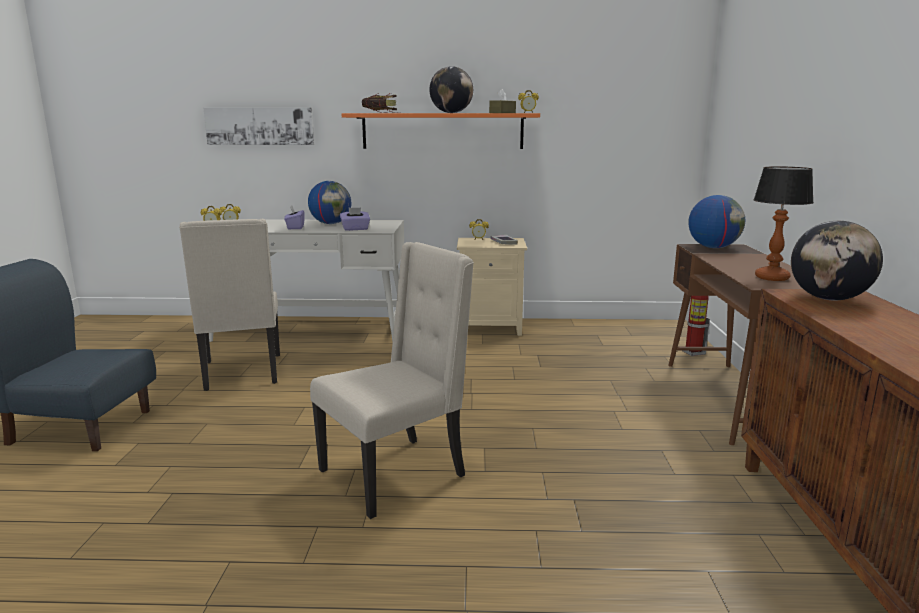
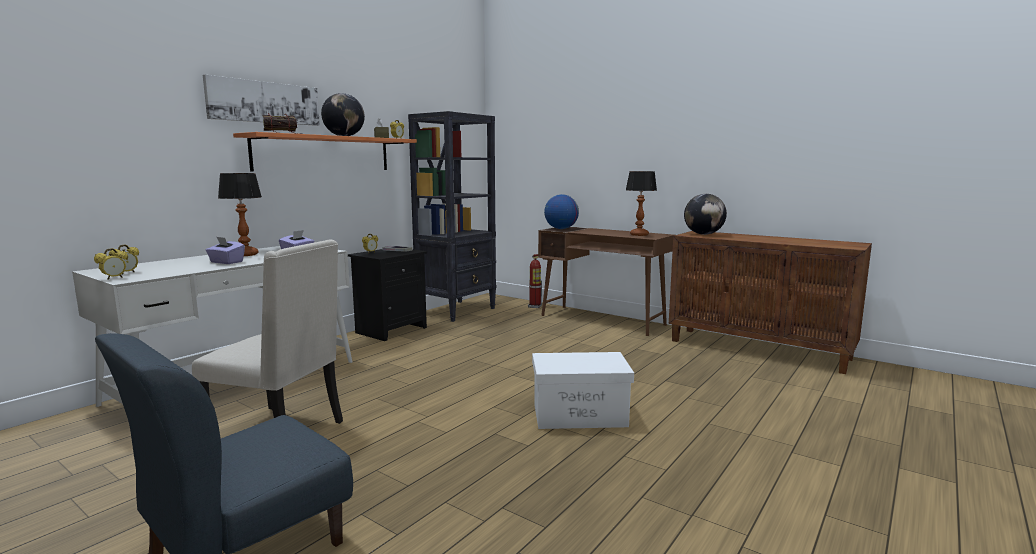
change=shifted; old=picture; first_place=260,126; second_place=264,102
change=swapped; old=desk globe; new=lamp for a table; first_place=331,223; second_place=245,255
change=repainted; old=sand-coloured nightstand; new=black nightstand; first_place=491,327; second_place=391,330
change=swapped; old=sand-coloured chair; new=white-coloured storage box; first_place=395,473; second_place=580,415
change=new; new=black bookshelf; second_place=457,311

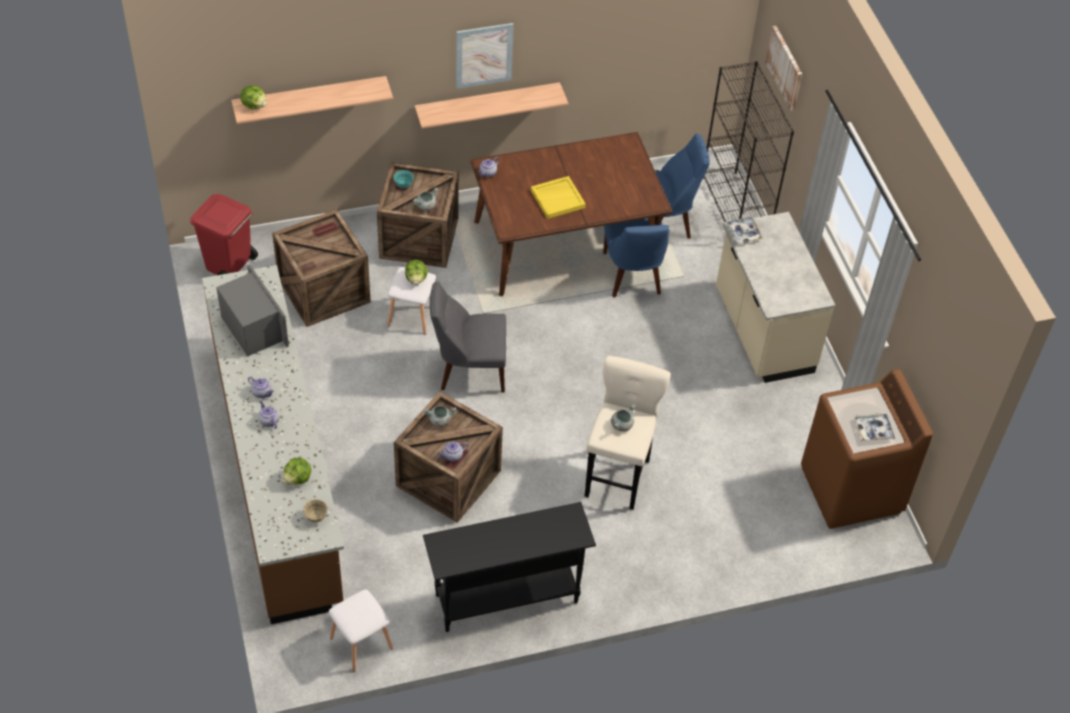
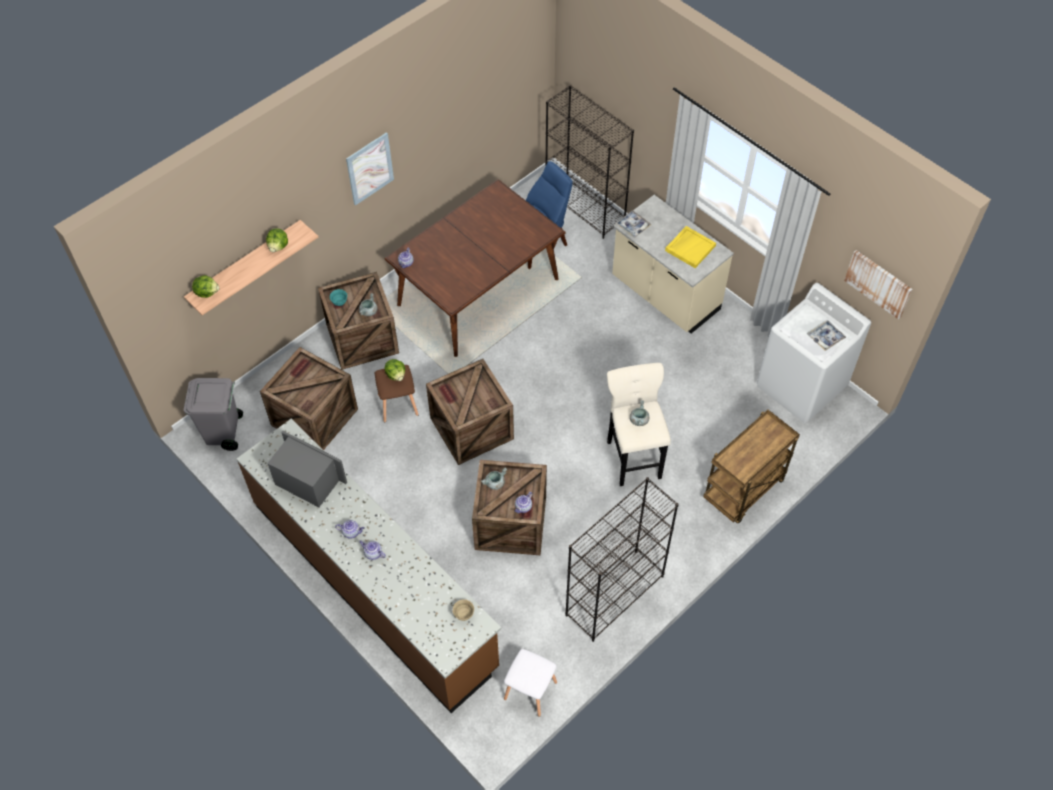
change=shifted; old=picture; first_place=785,67; second_place=878,283
change=gone; old=shelf; first_place=487,103
change=shifted; old=yellow serving tray; first_place=558,198; second_place=690,248
change=repainted; old=reddish rubbish bin; new=greyish rubbish bin; first_place=229,267; second_place=224,433
change=gone; old=bluish chair; first_place=632,276
change=repainted; old=white-coloured stool; new=brown stool; first_place=412,315; second_place=397,404
change=swapped; old=greyish chair; new=packing crate; first_place=469,370; second_place=470,428
change=repainted; old=brown laundry machine; new=white-coloured laundry machine; first_place=851,490; second_place=801,387
change=shifted; old=lettuce; first_place=298,479; second_place=278,246
change=swapped; old=black narrow table; new=black bookshelf; first_place=506,598; second_place=614,596
change=new; new=brown wheeled cart; second_place=743,491

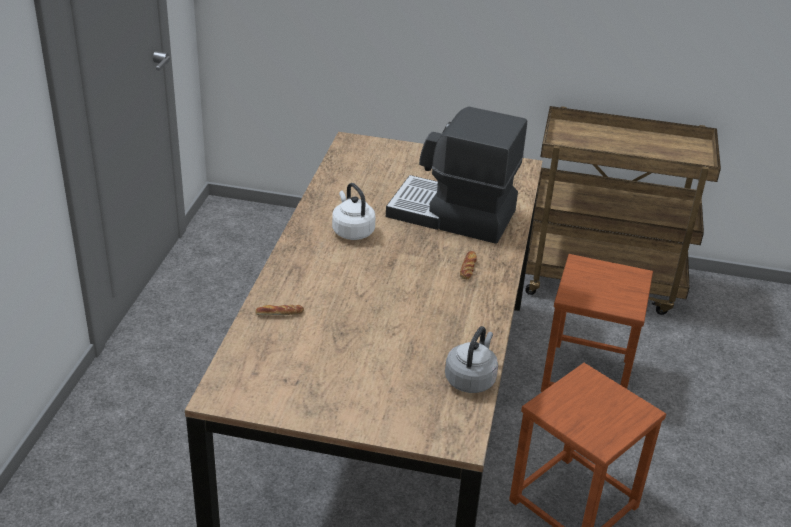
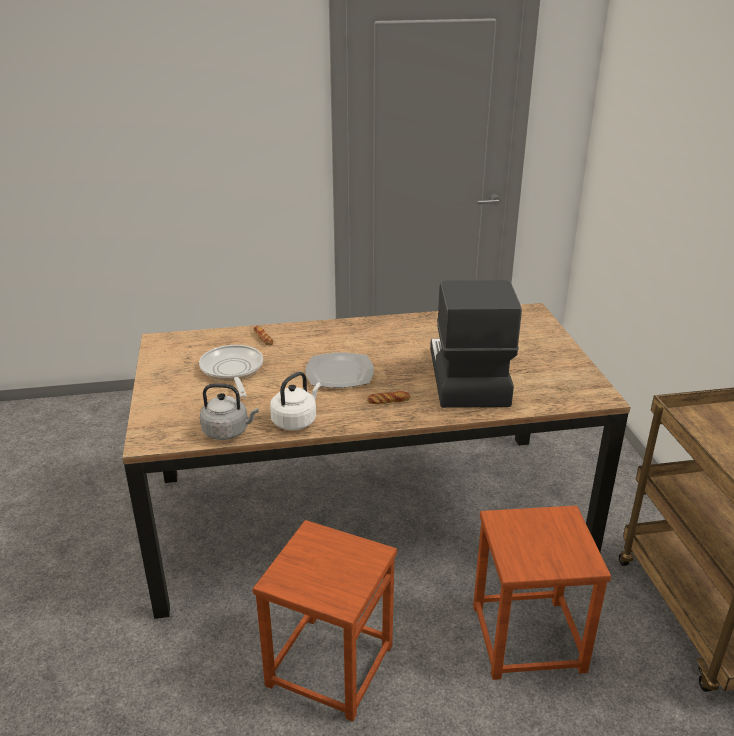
change=shifted; old=white-coloured tea kettle; first_place=352,231; second_place=296,421
change=new; new=frying pan; second_place=232,371
change=new; new=dinner plate; second_place=339,373

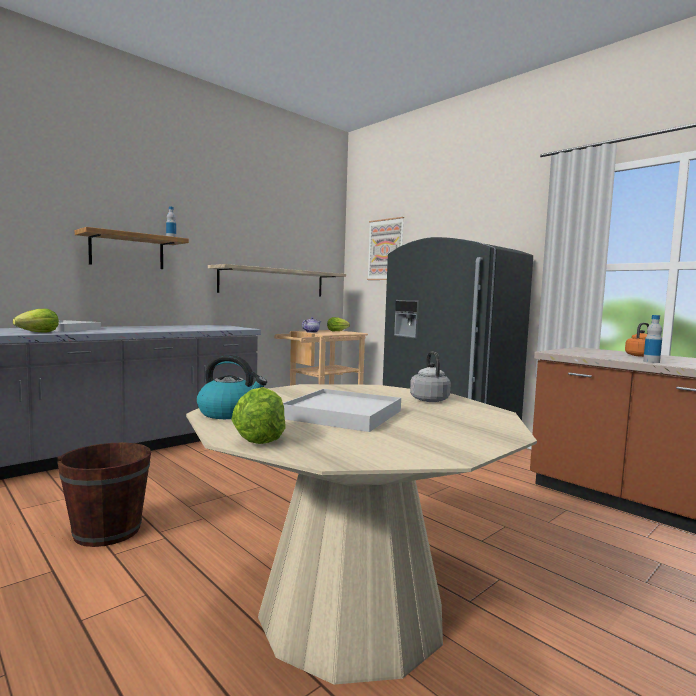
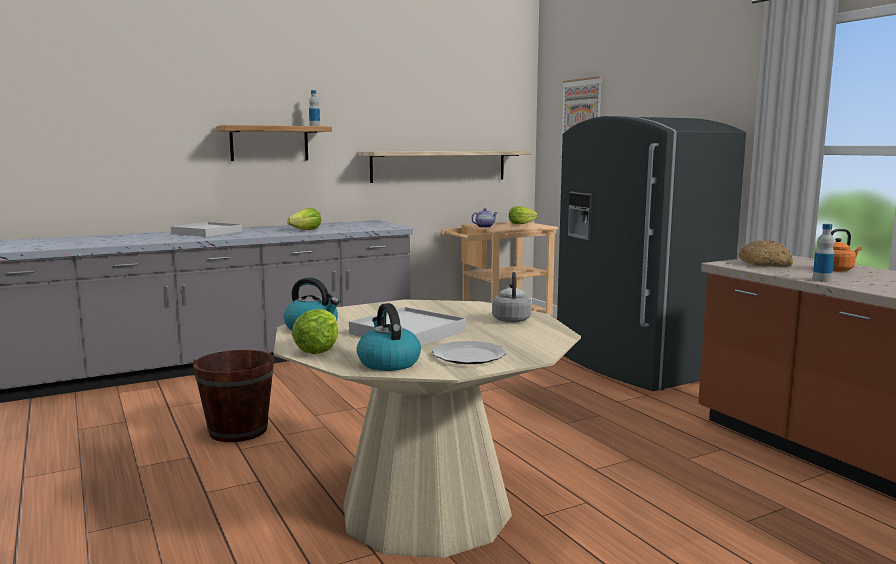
change=shifted; old=lettuce; first_place=39,332; second_place=306,230
change=new; new=baked bread; second_place=765,264
change=new; new=tea kettle; second_place=388,363
change=new; new=dinner plate; second_place=469,355

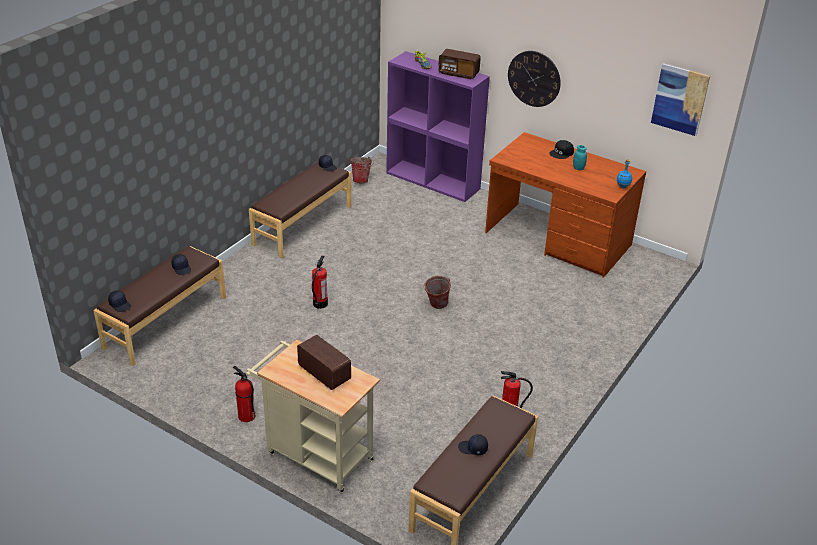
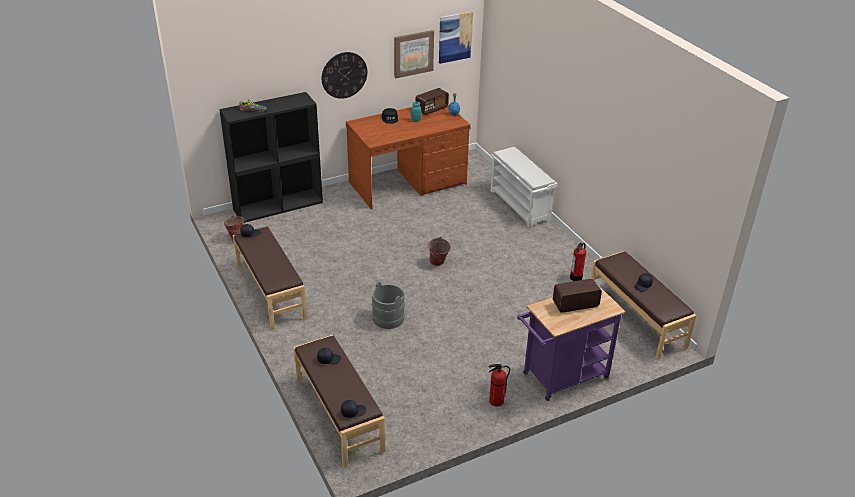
change=shifted; old=radio set; first_place=458,73; second_place=431,109
change=repainted; old=purple bookshelf; new=black bookshelf; first_place=433,181; second_place=278,205
change=swapped; old=extinguisher; new=greyish water bucket; first_place=320,304; second_place=388,318
change=repainted; old=sand-coloured wheeled cart; new=purple wheeled cart; first_place=315,455; second_place=561,378
change=new; new=picture; second_place=413,53
change=new; new=white-coloured shoe shelf; second_place=520,206

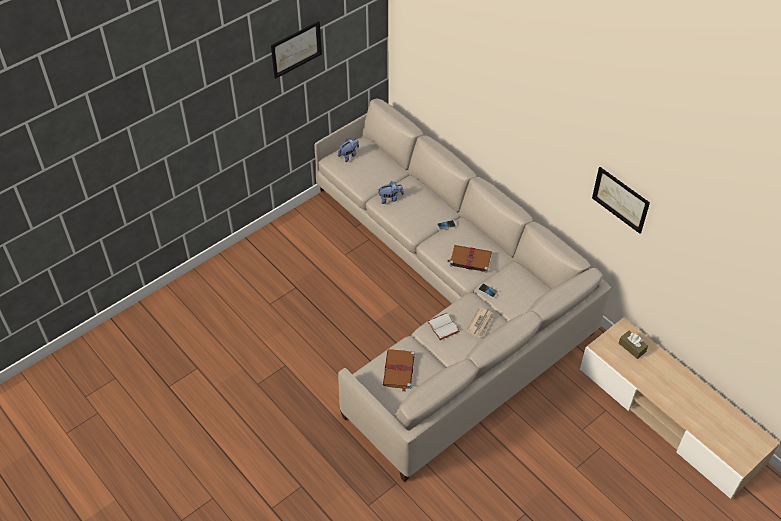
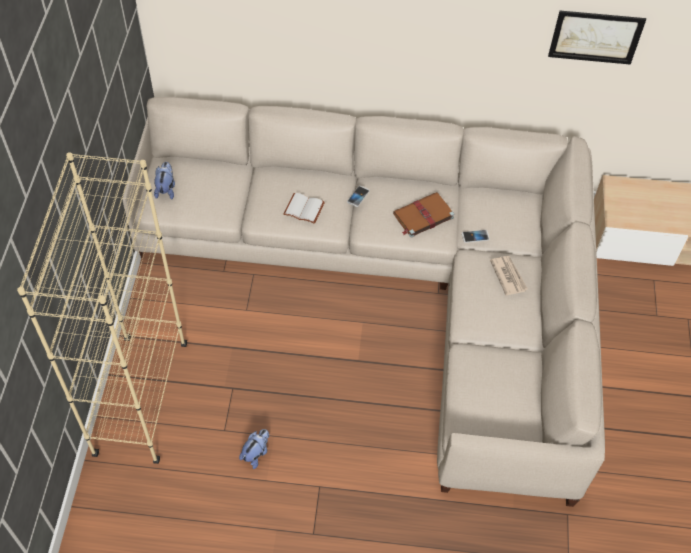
change=gone; old=picture; first_place=296,49
change=shifted; old=soft toy; first_place=390,198; second_place=256,453
change=shifted; old=white-coloured volume; first_place=444,327; second_place=305,208
change=gone; old=brown tissue holder; first_place=632,347
change=gone; old=brown volume; first_place=399,371
change=new; new=sand-coloured bookshelf; second_place=141,398

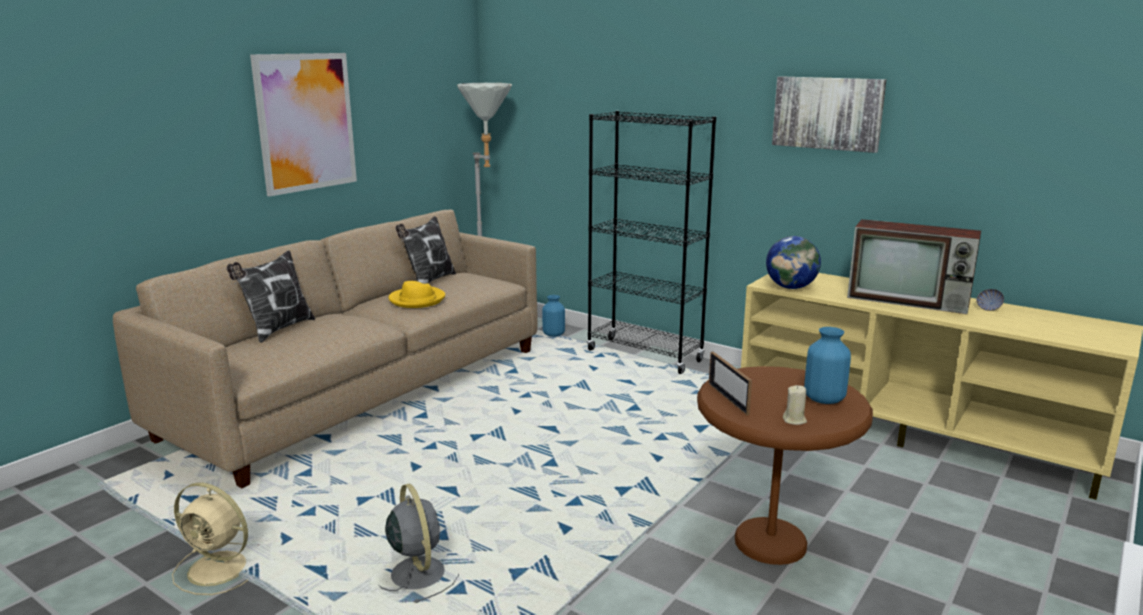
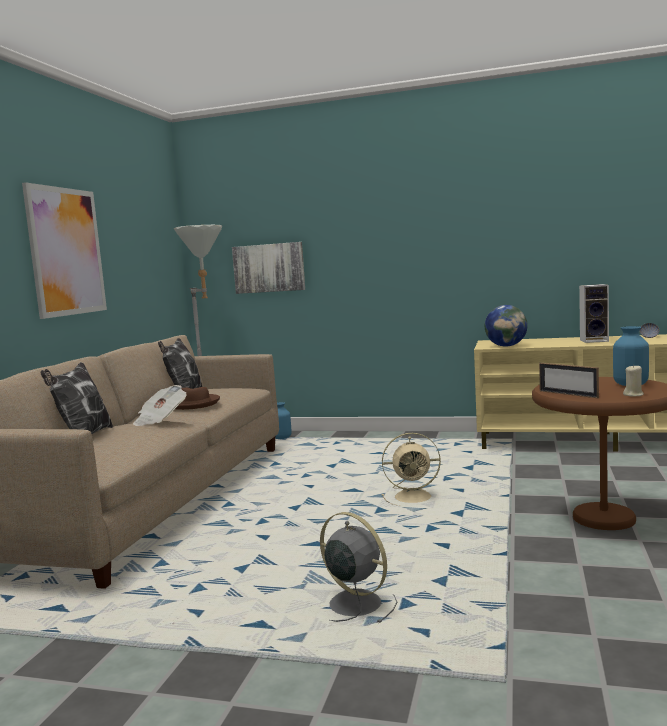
change=shifted; old=picture; first_place=827,113; second_place=269,268
change=gone; old=black bookshelf; first_place=644,356
change=swapped; old=TV set; new=speaker; first_place=910,300; second_place=595,340
change=repainted; old=yellow wearable hat; new=brown wearable hat; first_place=417,300; second_place=193,404
change=shifted; old=sand-coloured fan; first_place=220,569; second_place=414,497
change=new; new=newspaper; second_place=160,420

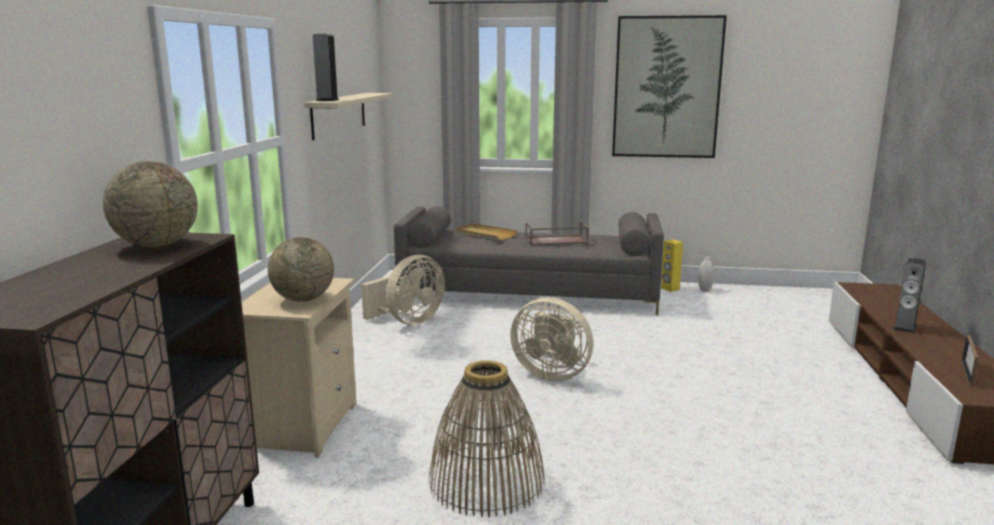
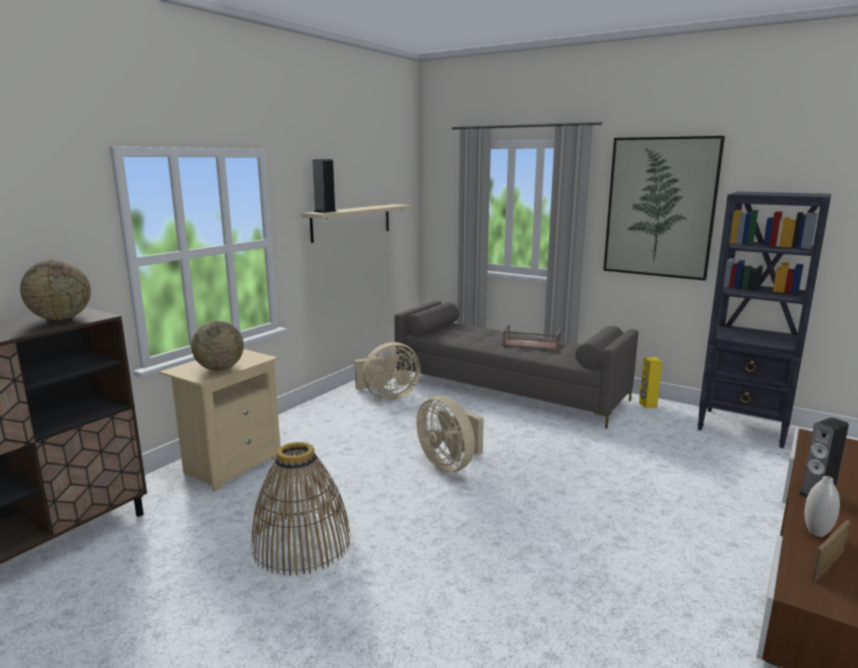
change=gone; old=sand-coloured serving tray; first_place=485,234
change=shifted; old=white-coloured vase; first_place=704,290; second_place=816,533
change=new; new=black bookshelf; second_place=744,428

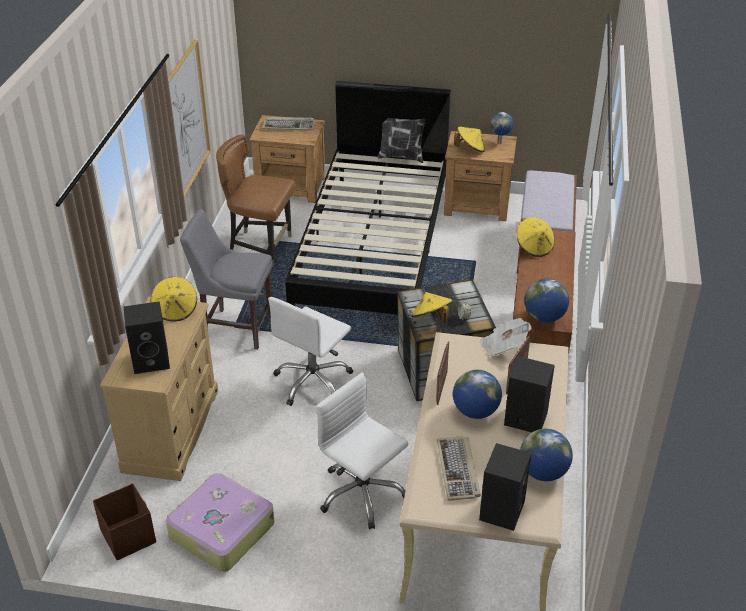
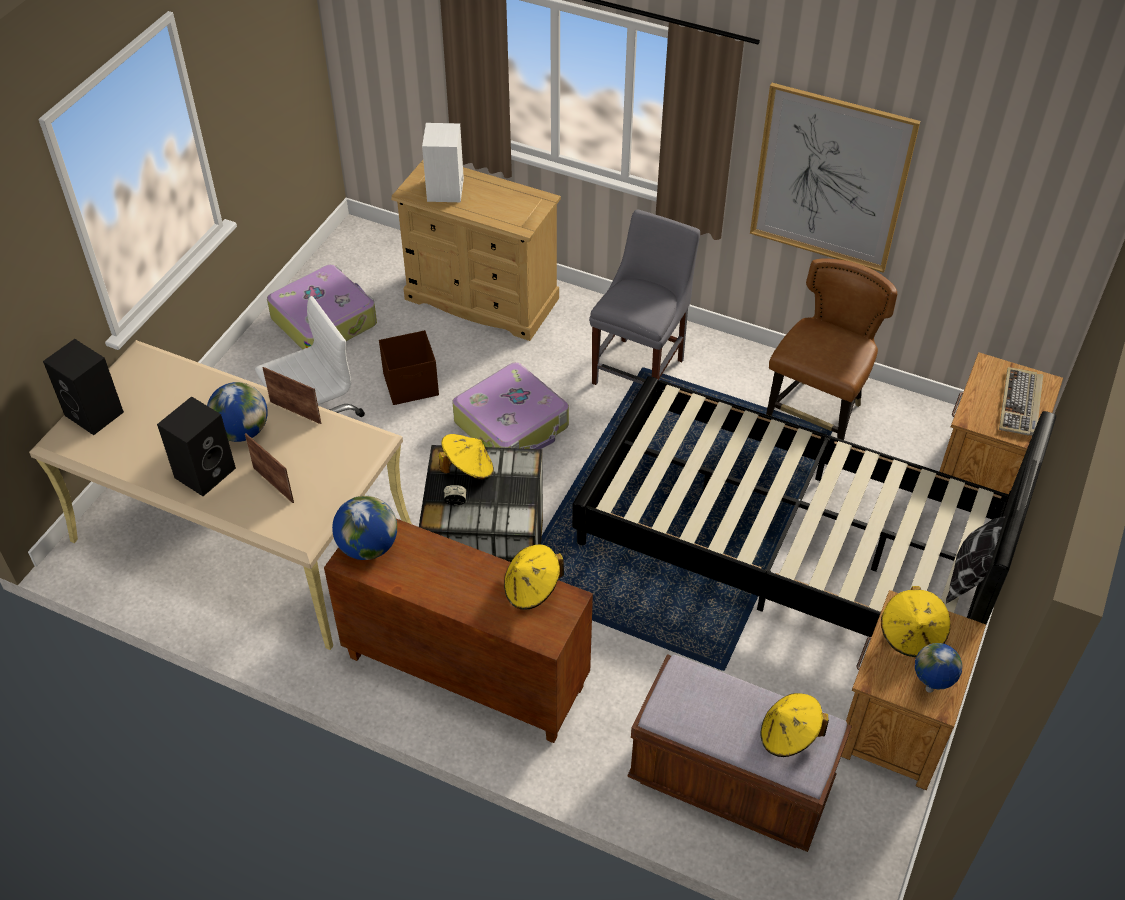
change=shifted; old=yellow wearable hat; first_place=176,310; second_place=789,736
change=swapped; old=white-coloured office chair; new=travel case; first_place=313,382; second_place=512,424
change=repainted; old=black speaker; new=white-coloured speaker; first_place=152,360; second_place=446,190
change=gone; old=newspaper; first_place=503,346
change=gone; old=desk globe; first_place=543,472
change=gone; old=keyboard; first_place=458,470
change=shifted; old=brown storage box; first_place=128,536; second_place=412,385

